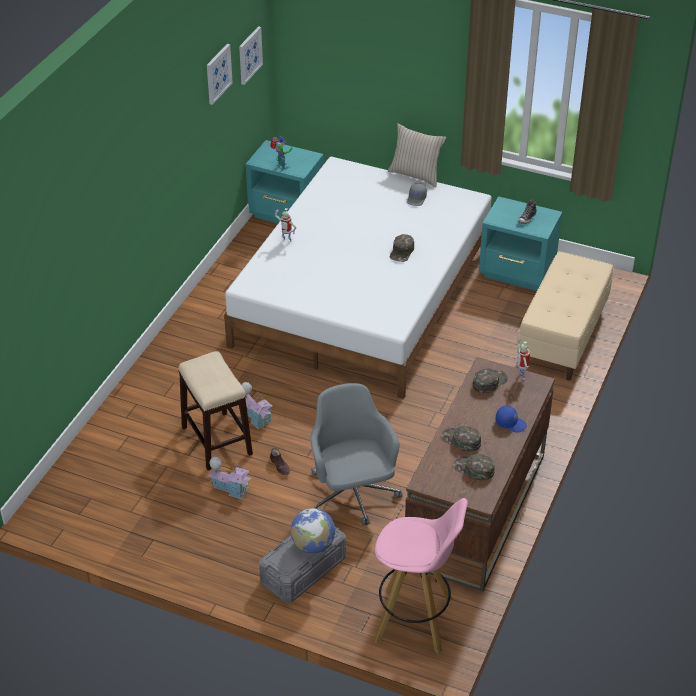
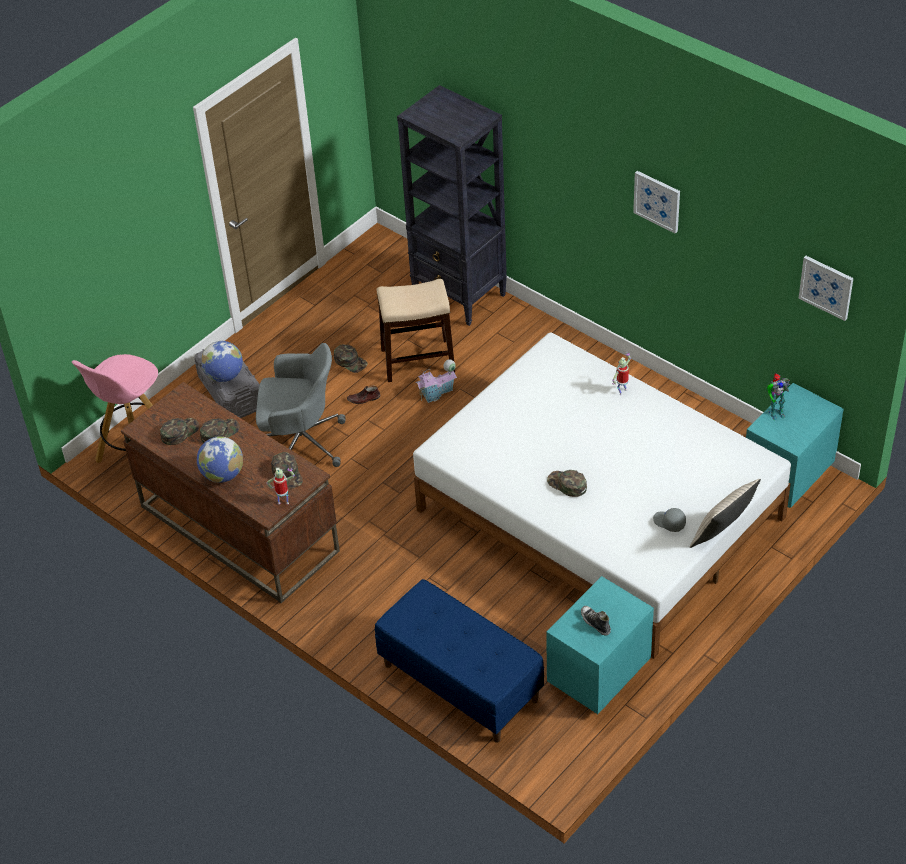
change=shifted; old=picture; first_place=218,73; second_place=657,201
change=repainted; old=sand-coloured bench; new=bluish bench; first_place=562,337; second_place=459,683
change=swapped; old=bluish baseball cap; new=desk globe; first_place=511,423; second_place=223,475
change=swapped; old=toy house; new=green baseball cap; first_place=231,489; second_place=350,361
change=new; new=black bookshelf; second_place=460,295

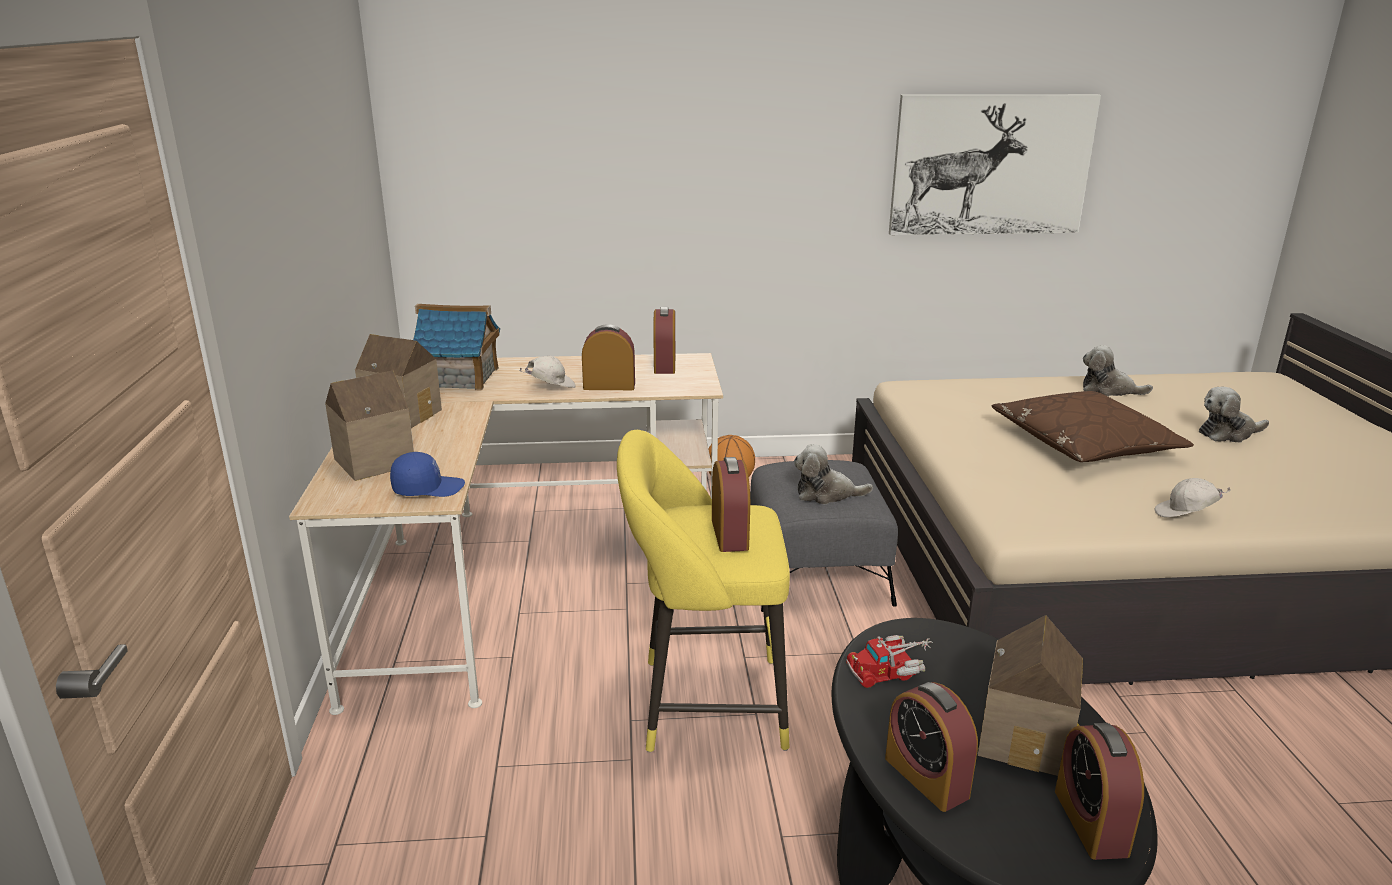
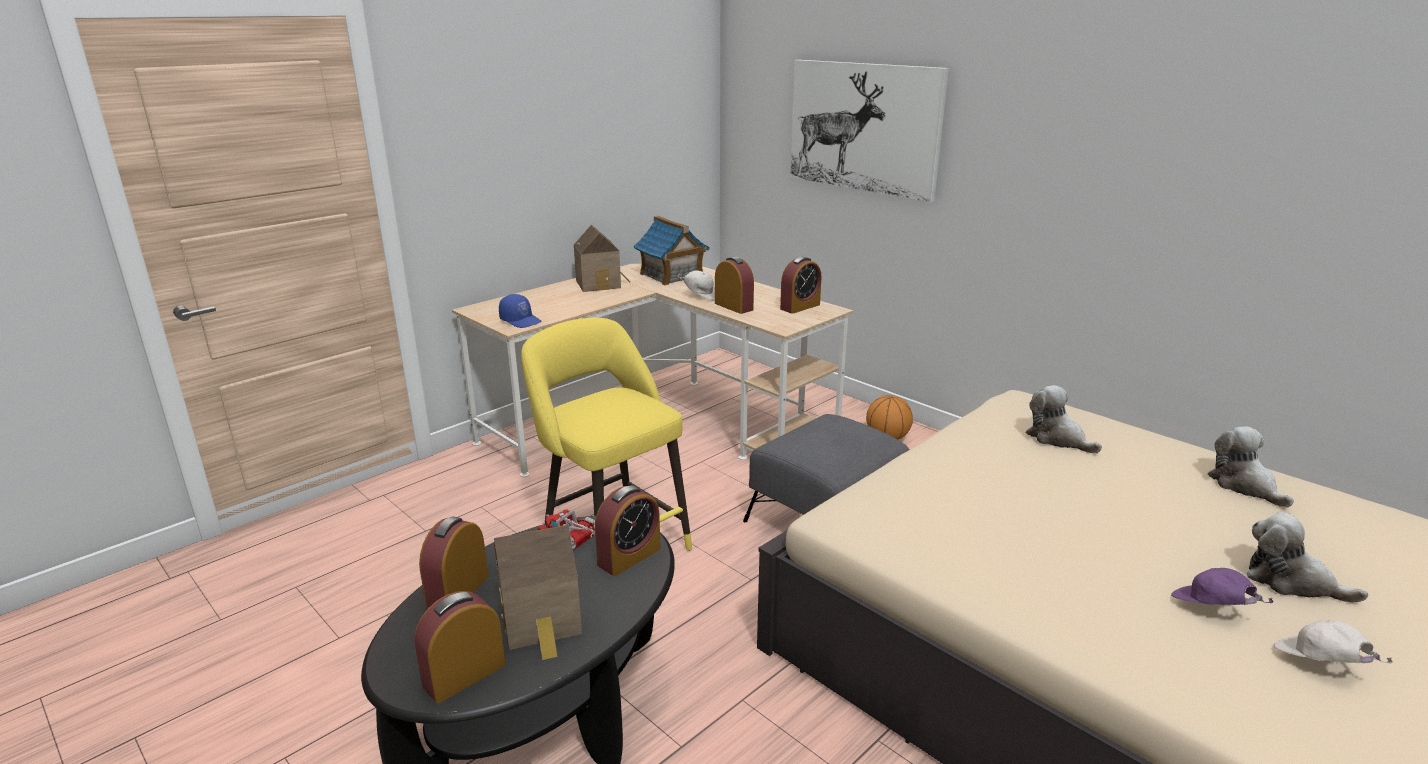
change=shifted; old=picture; first_place=990,165; second_place=863,127
change=gone; old=toy house; first_place=372,461
change=gone; old=brown cushion; first_place=1084,444
change=shifted; old=soft toy; first_place=826,494; second_place=1057,438
change=shifted; old=alarm clock; first_place=729,534; second_place=629,556
change=shifted; old=white-coloured baseball cap; first_place=1186,515; second_place=1318,664
change=new; new=purple baseball cap; second_place=1210,609

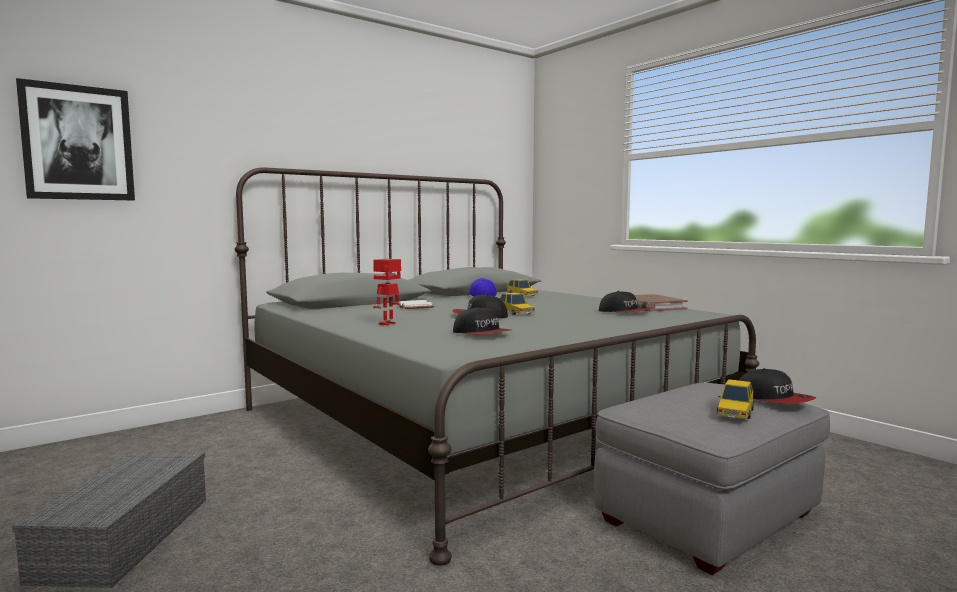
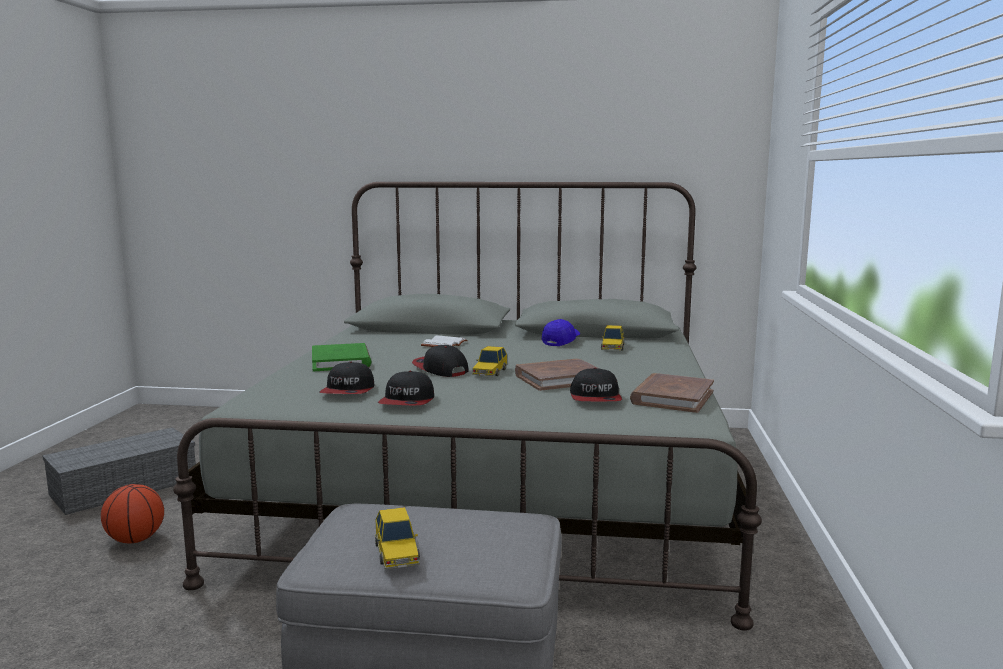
change=gone; old=picture; first_place=78,143
change=swapped; old=toy robot; new=green volume; first_place=388,324; second_place=341,361
change=shifted; old=baseball cap; first_place=773,399; second_place=408,402
change=rotated; old=toy car; first_place=735,412; second_place=397,553; degrees=-90
change=new; new=brown volume; second_place=559,379
change=new; new=ball for basketball; second_place=136,540

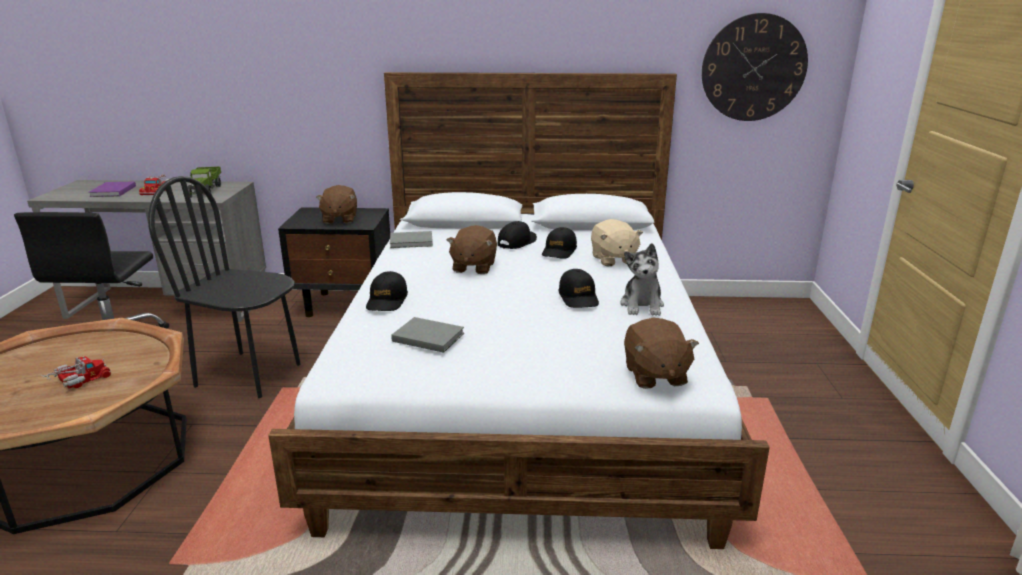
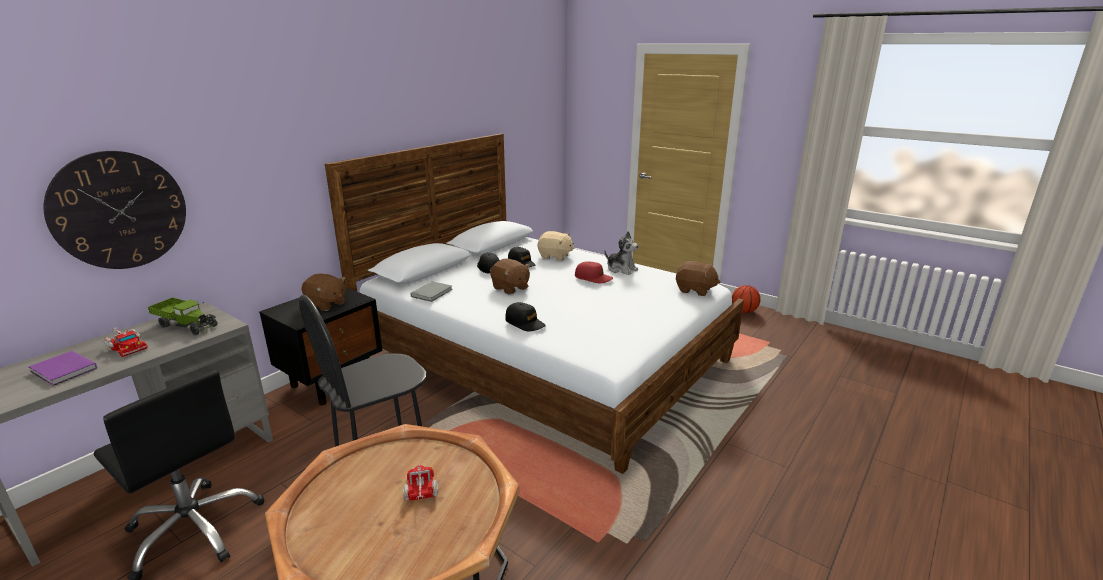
change=shifted; old=hanging clock; first_place=753,68; second_place=119,210
change=repainted; old=black baseball cap; new=reddish baseball cap; first_place=578,297; second_place=593,278
change=gone; old=greyish volume; first_place=427,336
change=new; new=ball for basketball; second_place=744,311

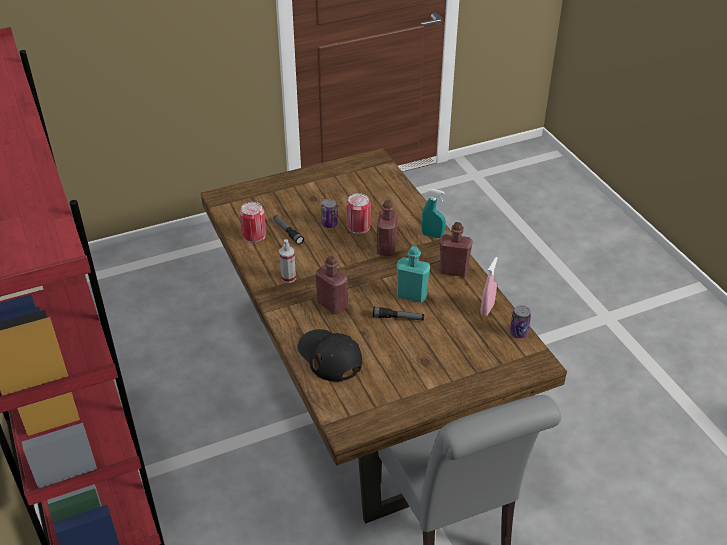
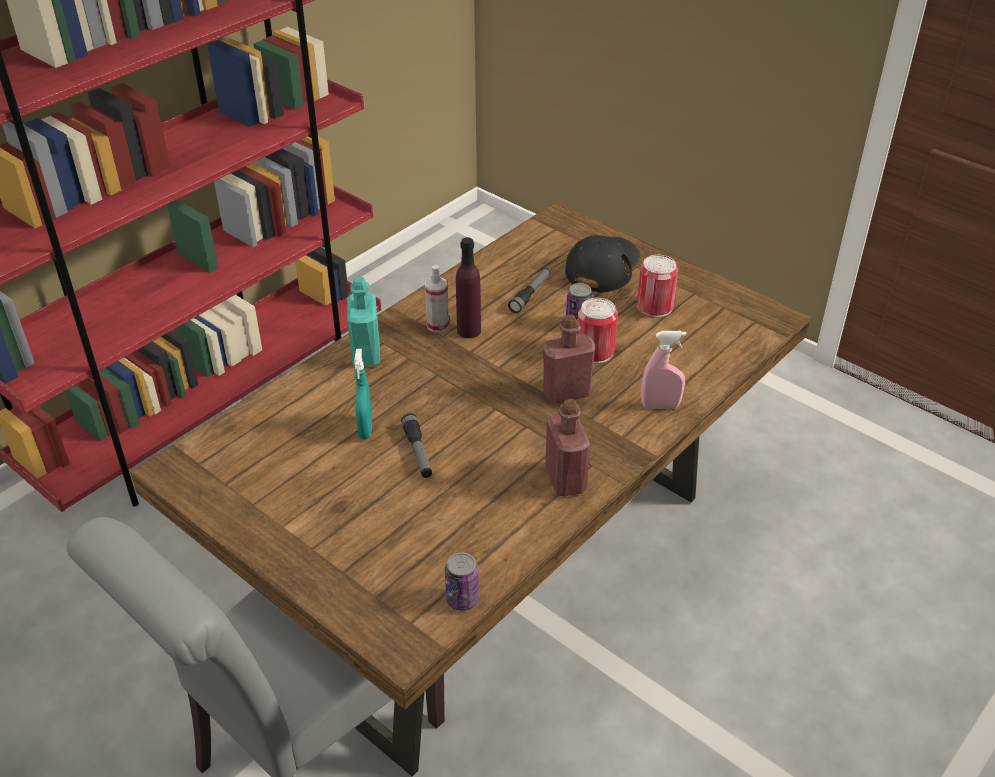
change=shifted; old=blue-green sprayer; first_place=432,235; second_place=365,428
change=shifted; old=sealed can; first_place=254,235; second_place=654,307
change=shifted; old=blue-green beverage bottle; first_place=411,295; second_place=366,354
change=gone; old=reddish beverage bottle; first_place=332,305
change=shifted; old=pink-coloured sprayer; first_place=487,309; second_place=660,406
change=shifted; old=black baseball cap; first_place=329,356; second_place=603,266
change=new; new=purple beverage bottle; second_place=469,330

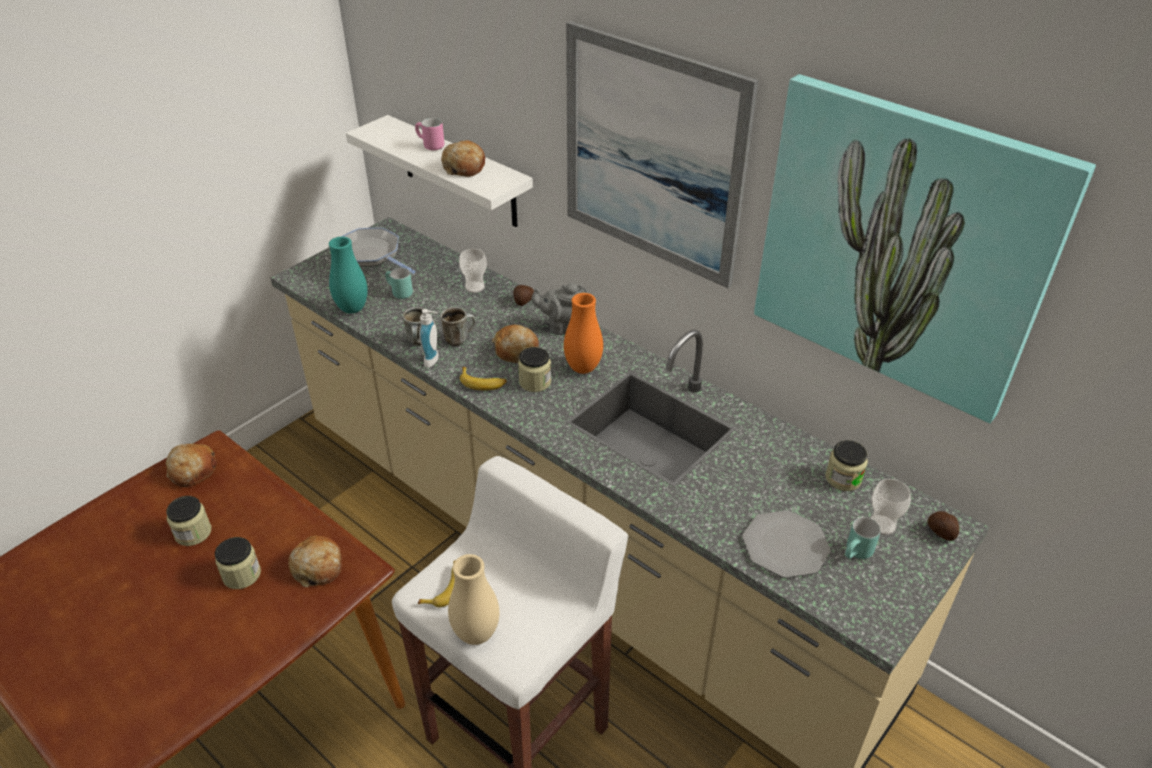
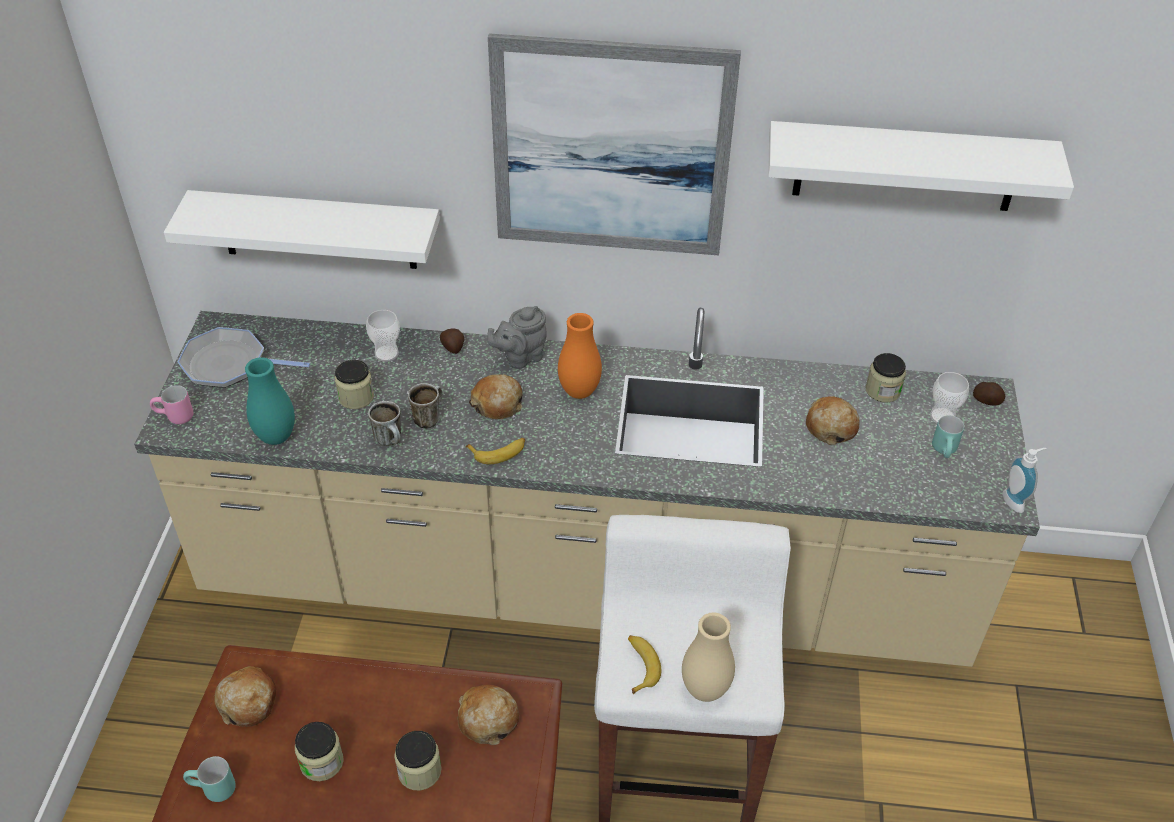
change=swapped; old=picture; new=white-coloured shelf; first_place=901,247; second_place=906,166
change=shifted; old=pink-coloured coffee mug; first_place=429,146; second_place=174,418
change=shifted; old=baked bread; first_place=464,167; second_place=831,427
change=shifted; old=blue-green coffee mug; first_place=398,293; second_place=212,791
change=shifted; old=soap dispenser; first_place=434,360; second_place=1016,501
change=shifted; old=storage jar; first_place=535,382; second_place=356,397
change=gone; old=dinner plate; first_place=785,545

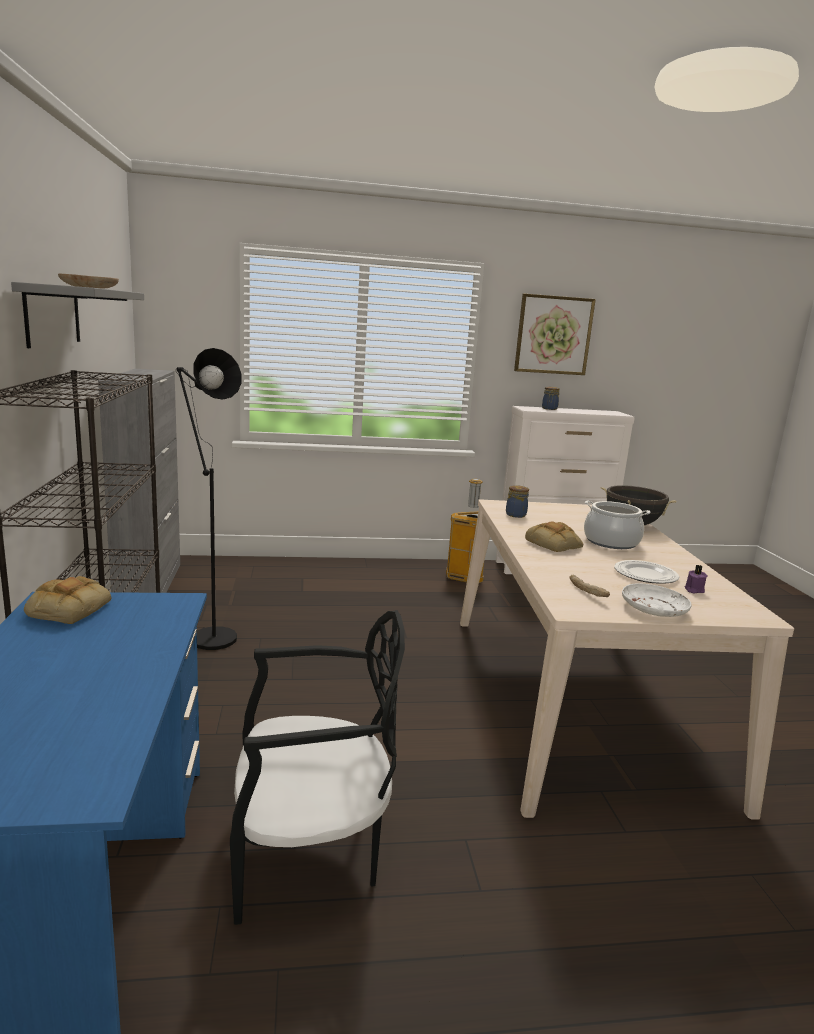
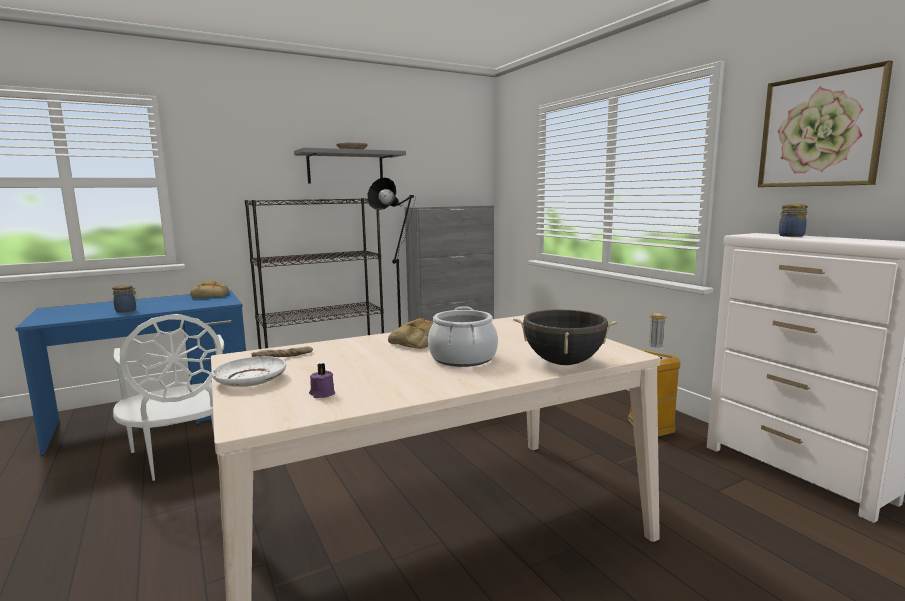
change=shifted; old=storage jar; first_place=515,514; second_place=127,310
change=gone; old=dinner plate; first_place=646,574
change=repainted; old=black chair; new=white-coloured chair; first_place=309,852; second_place=184,456

